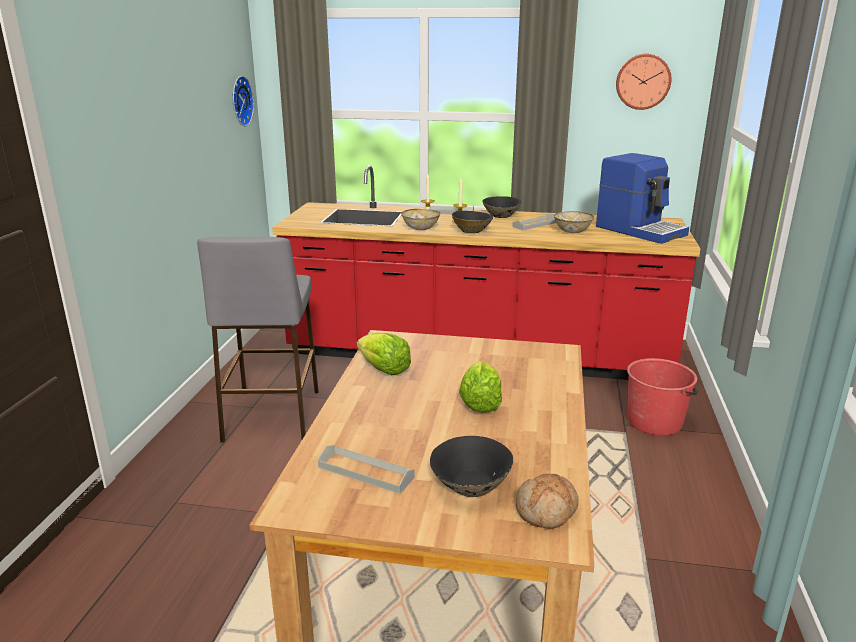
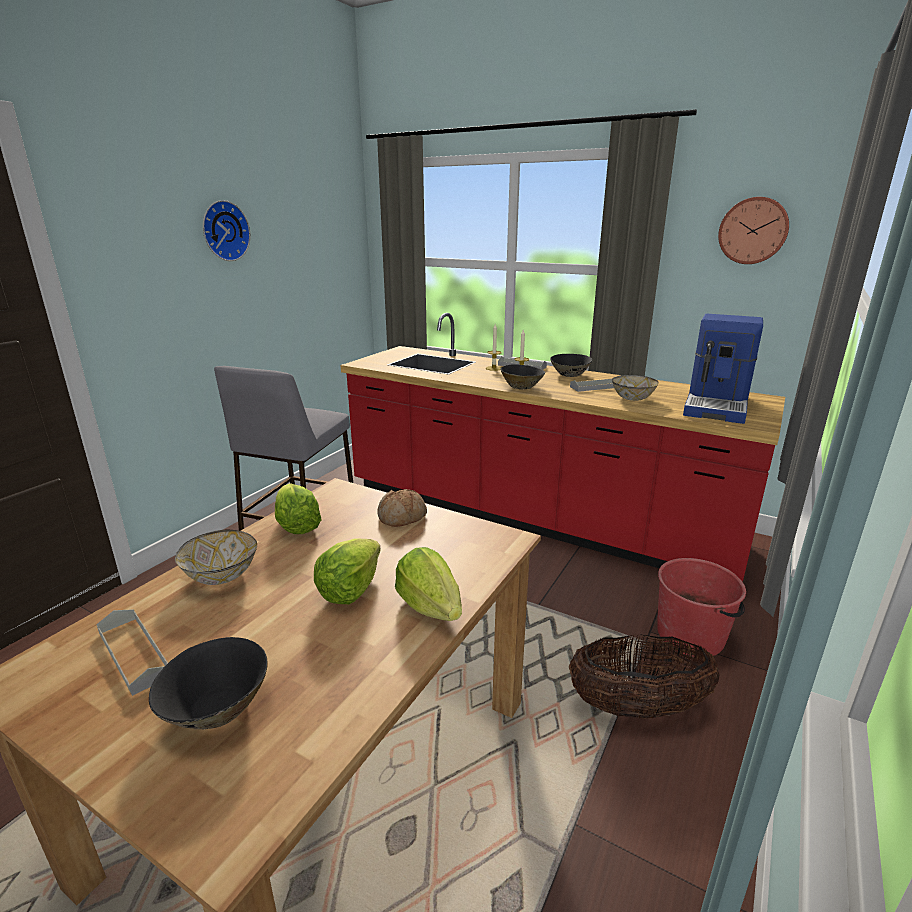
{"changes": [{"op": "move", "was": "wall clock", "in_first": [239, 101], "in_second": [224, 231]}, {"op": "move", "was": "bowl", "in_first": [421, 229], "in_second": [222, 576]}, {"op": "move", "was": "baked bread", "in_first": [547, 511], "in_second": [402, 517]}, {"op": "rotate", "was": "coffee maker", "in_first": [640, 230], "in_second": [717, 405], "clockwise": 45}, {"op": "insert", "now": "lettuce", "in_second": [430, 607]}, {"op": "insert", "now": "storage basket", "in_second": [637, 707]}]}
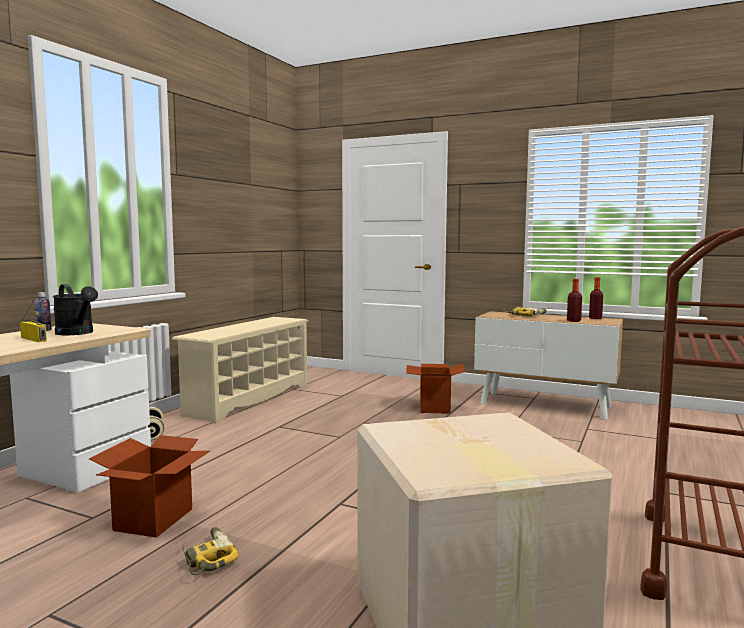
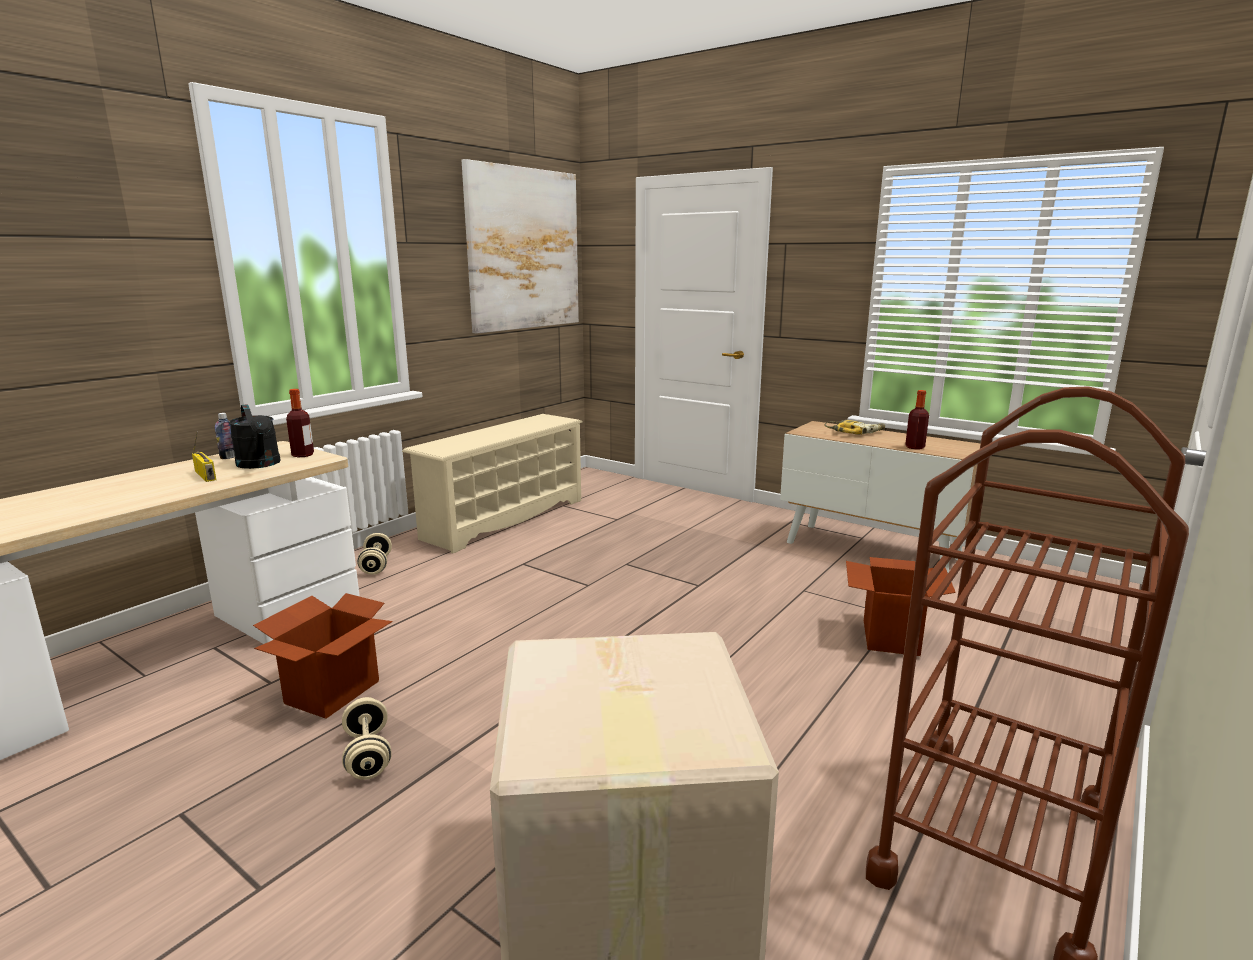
{"changes": [{"op": "replace", "was": "electric drill", "now": "dumbbell (beige-coloured)", "in_first": [207, 558], "in_second": [368, 755]}, {"op": "move", "was": "packing box", "in_first": [434, 407], "in_second": [890, 637]}, {"op": "move", "was": "drink bottle", "in_first": [595, 318], "in_second": [303, 455]}, {"op": "insert", "now": "wall art", "in_second": [524, 249]}]}
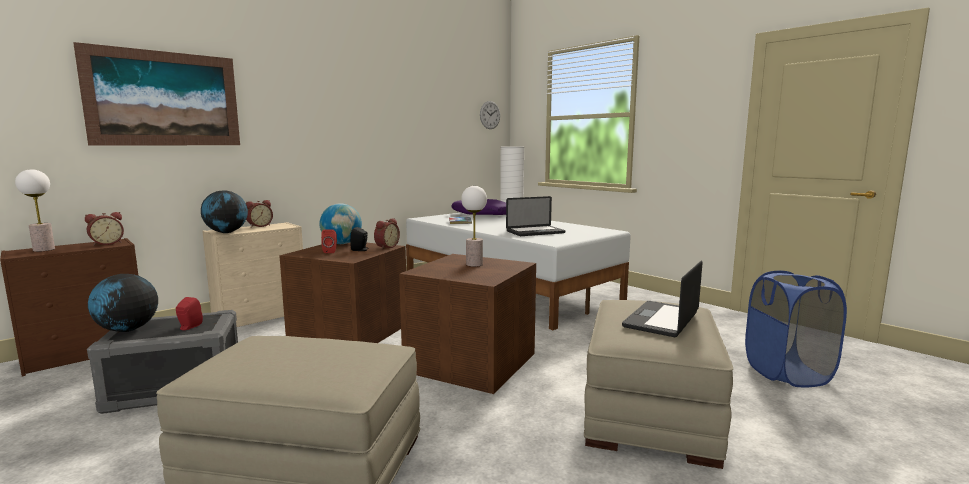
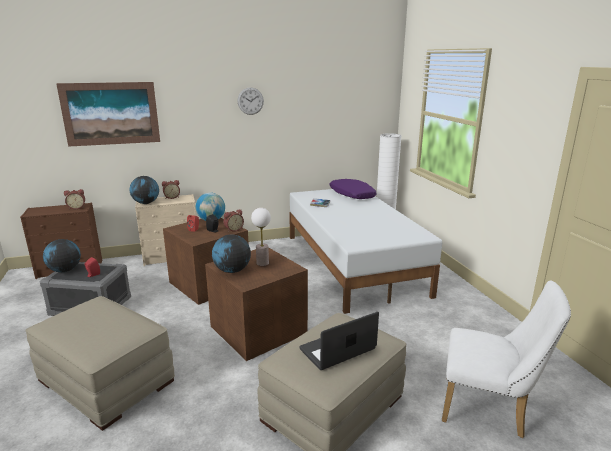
{"changes": [{"op": "delete", "was": "tabletop lamp", "in_first": [43, 249]}, {"op": "move", "was": "wall clock", "in_first": [490, 115], "in_second": [250, 101]}, {"op": "delete", "was": "portable computer", "in_first": [535, 232]}, {"op": "replace", "was": "laundry basket (blue-coloured)", "now": "chair (whitish)", "in_first": [787, 373], "in_second": [489, 409]}, {"op": "insert", "now": "globe", "in_second": [232, 271]}]}
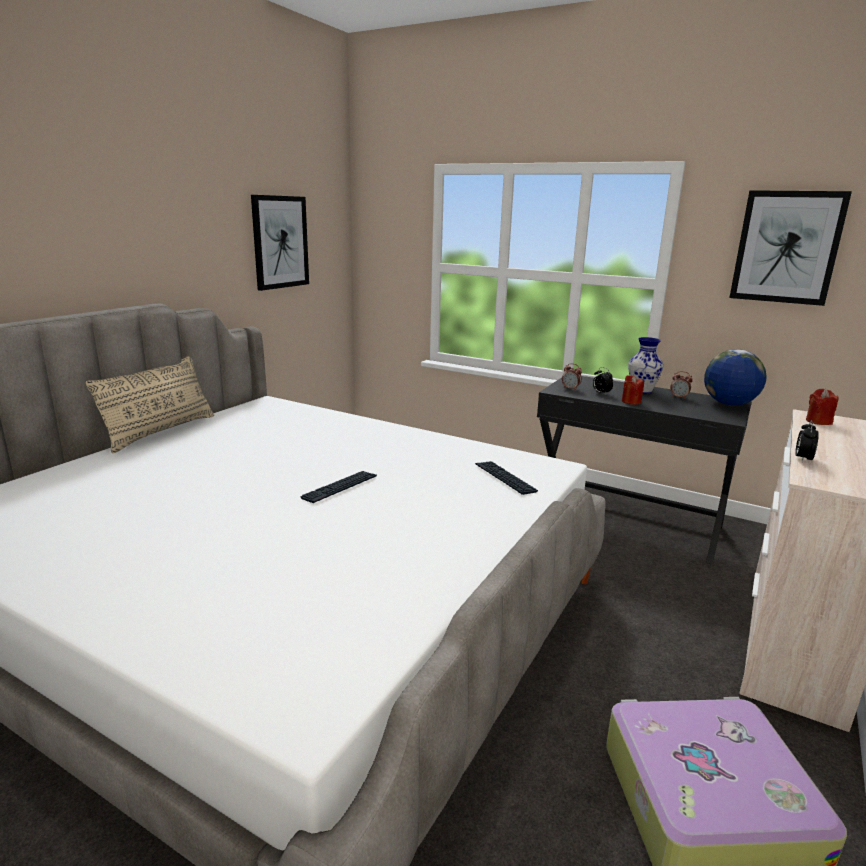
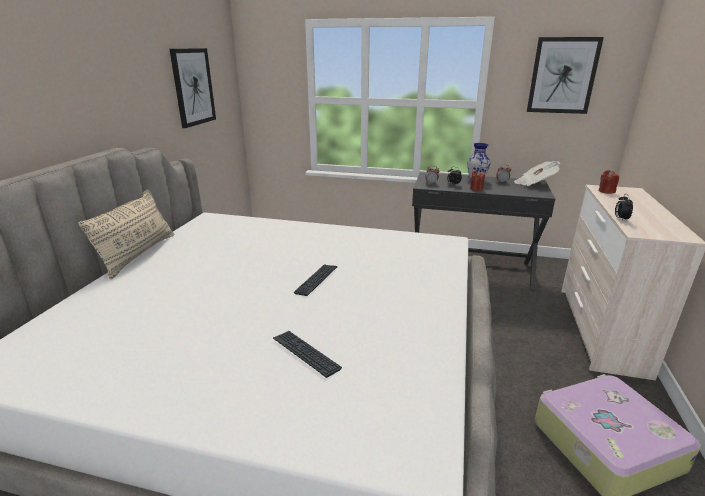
{"changes": [{"op": "move", "was": "keyboard", "in_first": [505, 478], "in_second": [306, 354]}, {"op": "replace", "was": "globe", "now": "printed paper", "in_first": [729, 404], "in_second": [534, 183]}]}
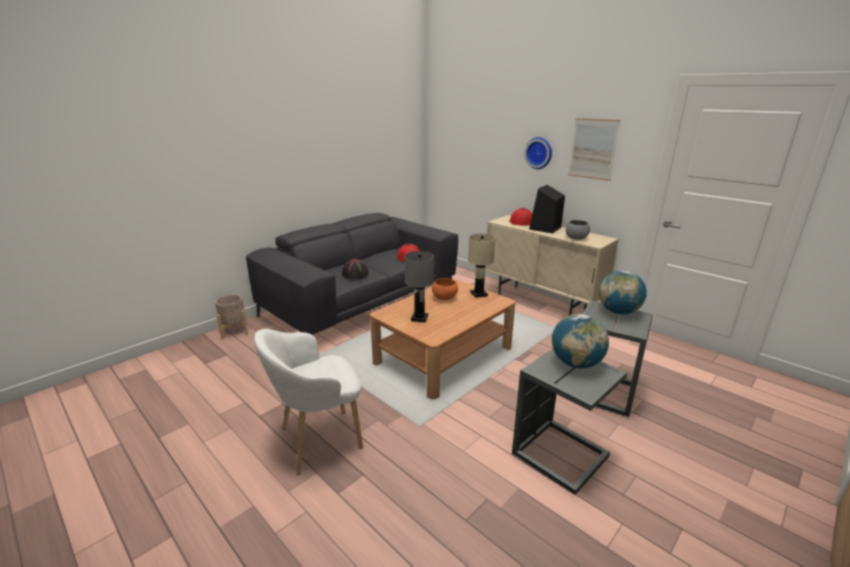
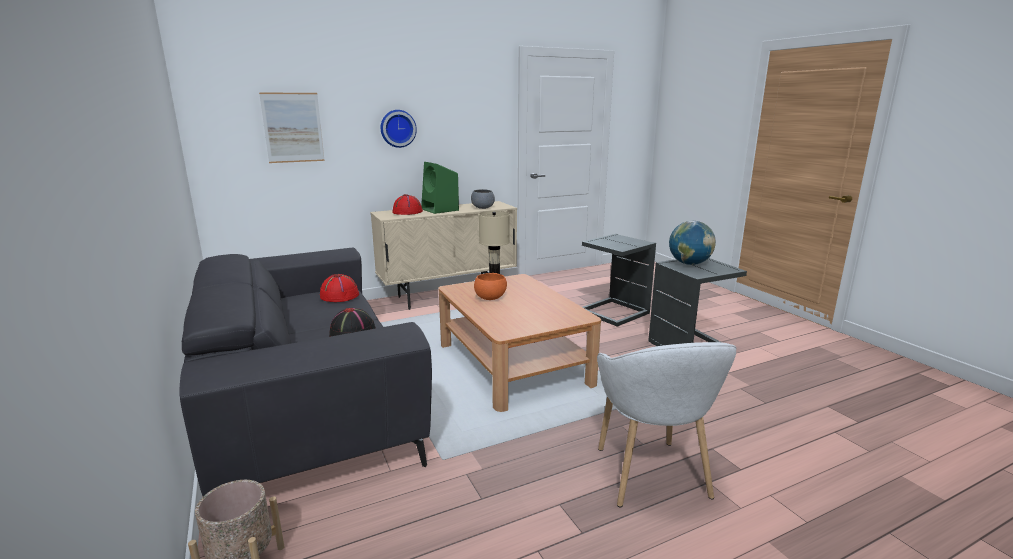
{"changes": [{"op": "delete", "was": "tabletop lamp (gray)", "in_first": [419, 318]}, {"op": "recolor", "was": "speaker (black)", "now": "speaker (greenish)", "in_first": [545, 228], "in_second": [440, 210]}, {"op": "move", "was": "wall art", "in_first": [593, 149], "in_second": [293, 127]}, {"op": "delete", "was": "globe", "in_first": [618, 312]}]}
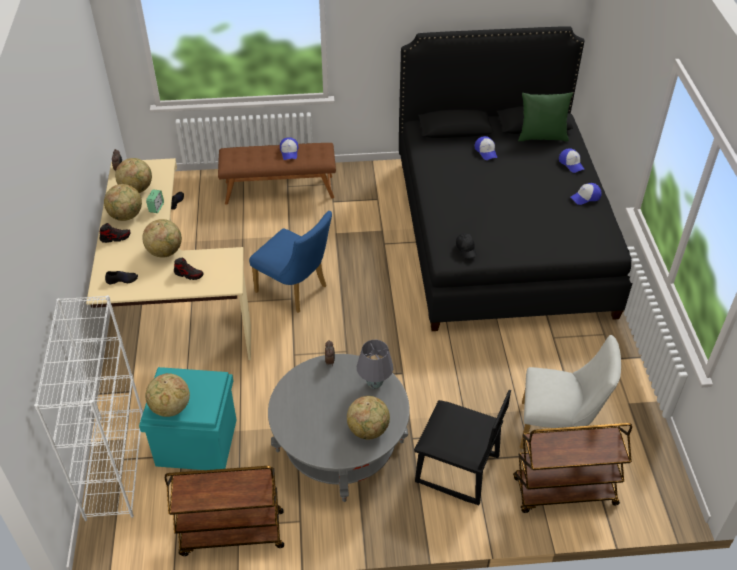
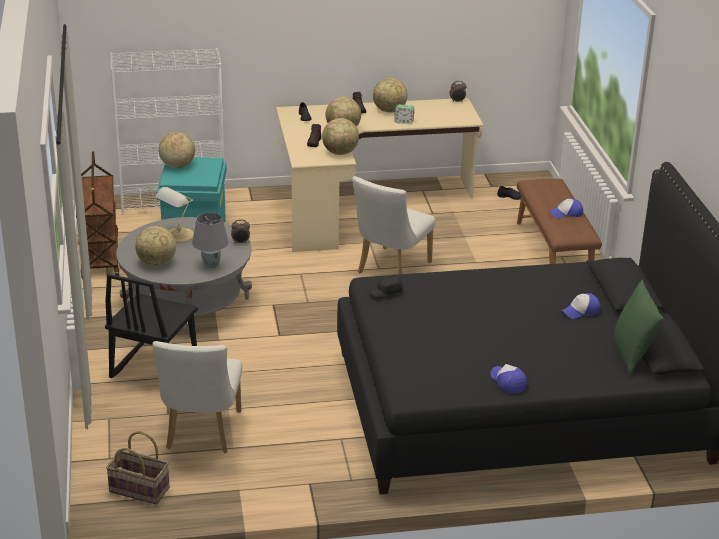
{"changes": [{"op": "move", "was": "globe", "in_first": [137, 189], "in_second": [340, 153]}, {"op": "recolor", "was": "chair (blue-coloured)", "now": "chair (whitish)", "in_first": [295, 291], "in_second": [390, 270]}, {"op": "delete", "was": "trolley (brown)", "in_first": [564, 492]}, {"op": "delete", "was": "cap", "in_first": [571, 163]}, {"op": "insert", "now": "storage basket", "in_second": [140, 489]}, {"op": "insert", "now": "tabletop lamp", "in_second": [178, 235]}]}
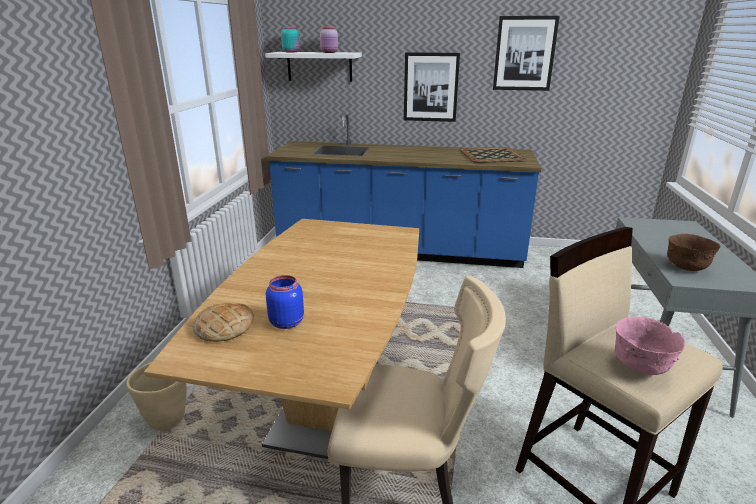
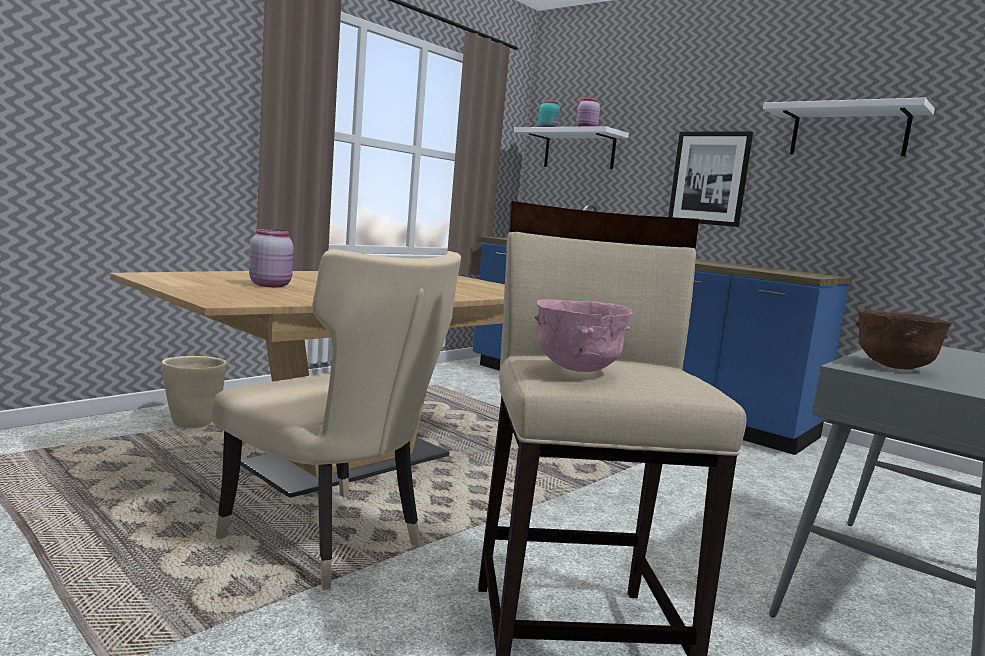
{"changes": [{"op": "delete", "was": "baked bread", "in_first": [224, 327]}, {"op": "recolor", "was": "storage jar (blue-coloured)", "now": "storage jar (pink)", "in_first": [286, 322], "in_second": [271, 285]}, {"op": "delete", "was": "carrying tray", "in_first": [491, 155]}, {"op": "replace", "was": "wall art", "now": "bracket shelf (whitish)", "in_first": [524, 53], "in_second": [848, 132]}]}
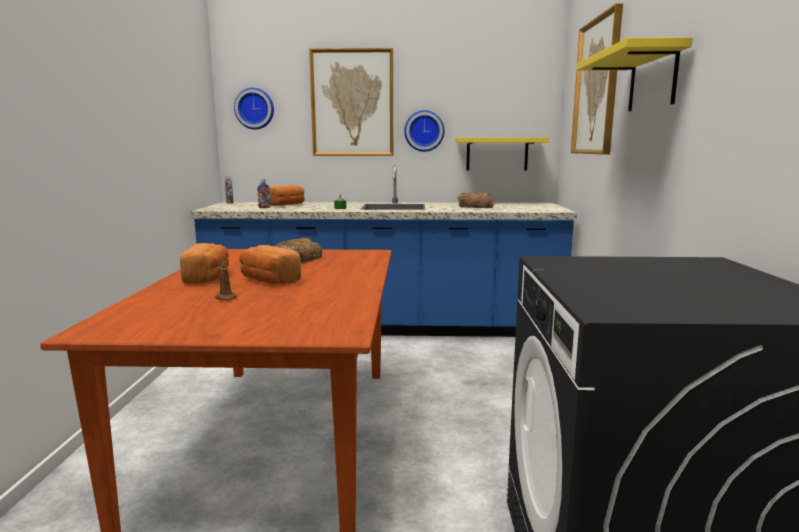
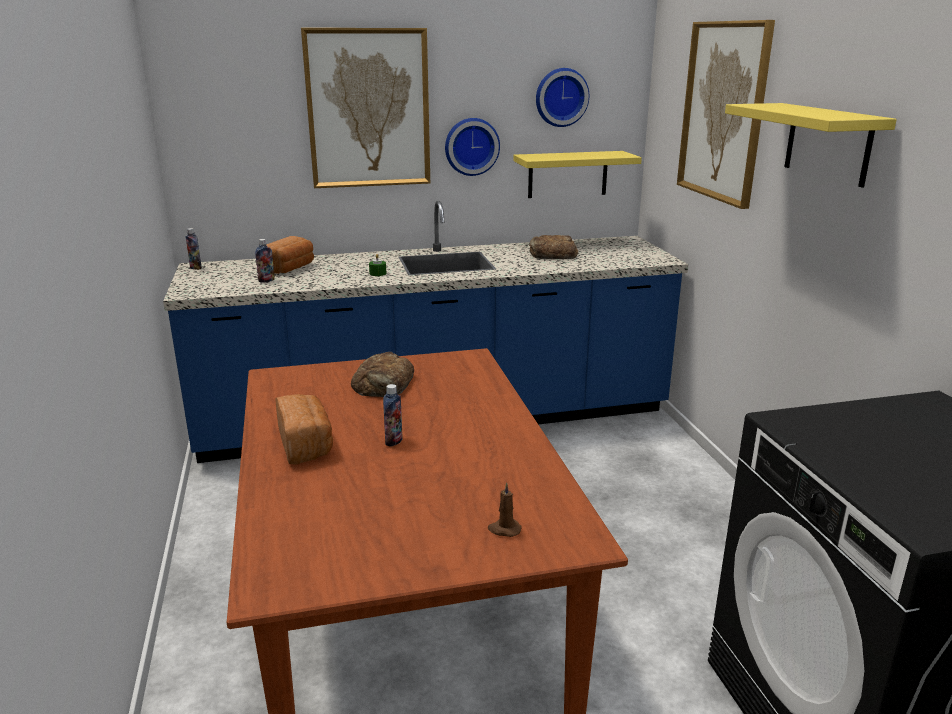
{"changes": [{"op": "move", "was": "wax candle (brown)", "in_first": [225, 298], "in_second": [504, 529]}, {"op": "move", "was": "wall clock", "in_first": [255, 109], "in_second": [560, 97]}, {"op": "replace", "was": "baked bread", "now": "drink bottle", "in_first": [268, 280], "in_second": [394, 441]}]}
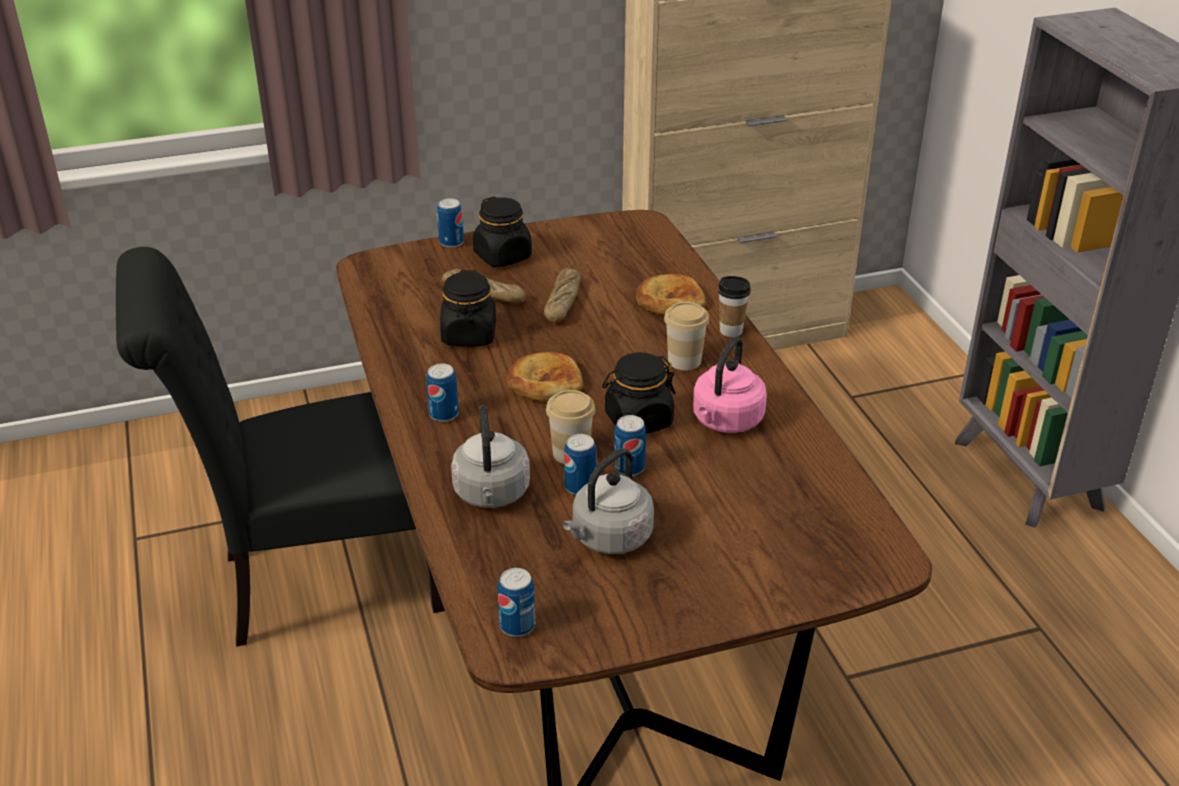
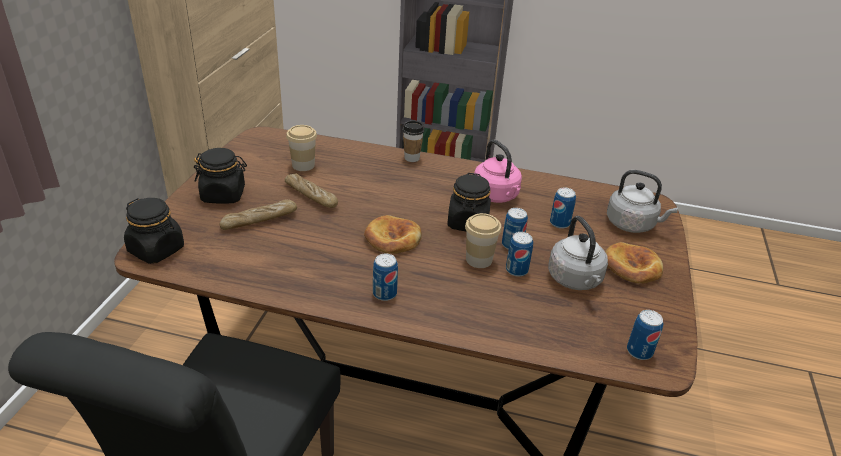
{"changes": [{"op": "move", "was": "can", "in_first": [451, 242], "in_second": [559, 223]}, {"op": "move", "was": "storage jar (black)", "in_first": [469, 335], "in_second": [157, 250]}, {"op": "move", "was": "kettle (gray)", "in_first": [491, 495], "in_second": [632, 224]}, {"op": "move", "was": "baked bread", "in_first": [669, 300], "in_second": [632, 267]}, {"op": "move", "was": "small cup", "in_first": [684, 361], "in_second": [303, 165]}]}
